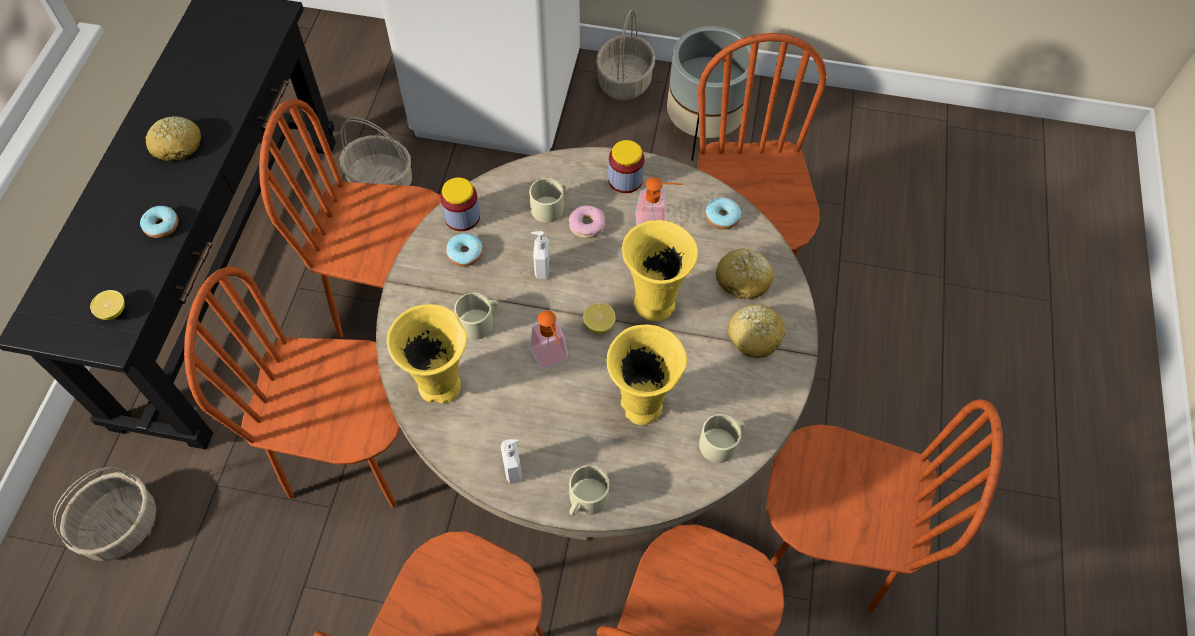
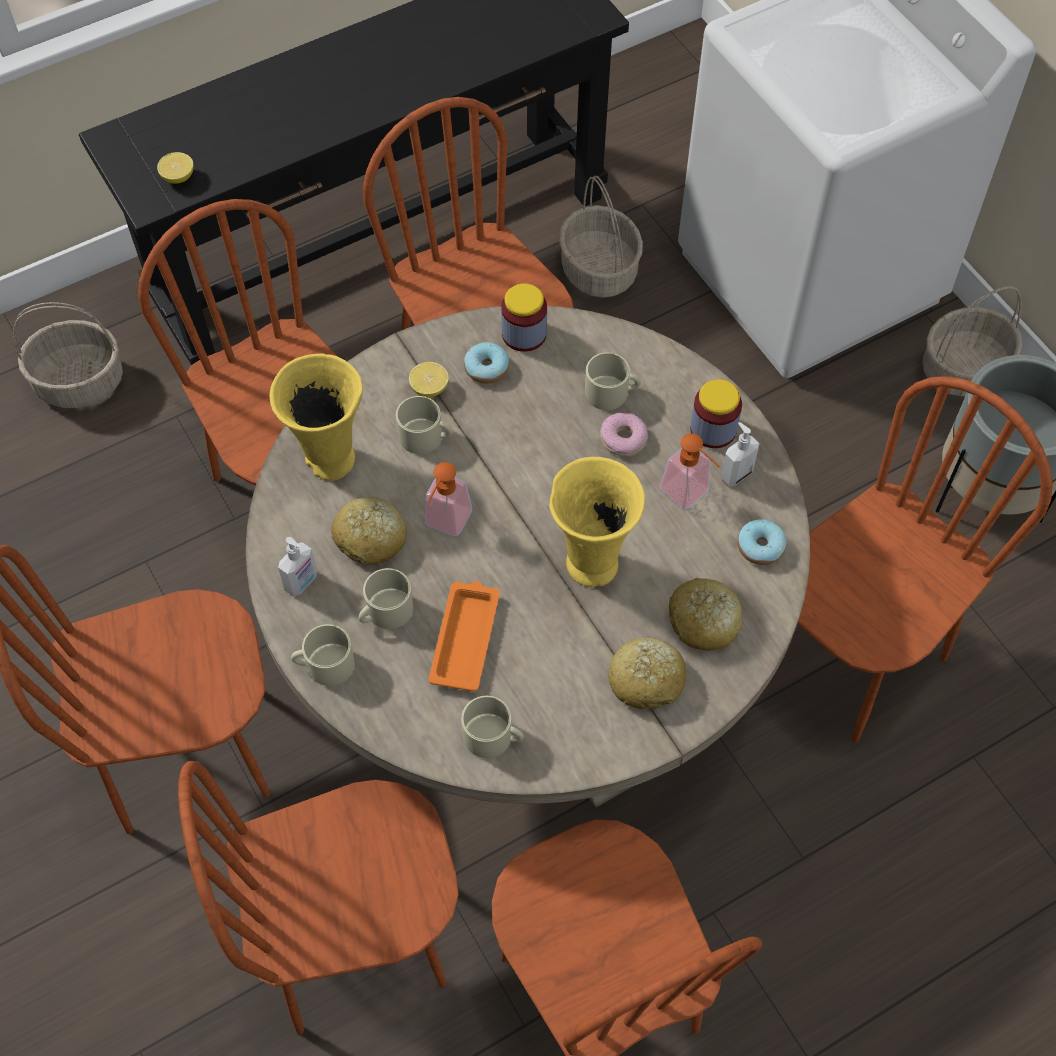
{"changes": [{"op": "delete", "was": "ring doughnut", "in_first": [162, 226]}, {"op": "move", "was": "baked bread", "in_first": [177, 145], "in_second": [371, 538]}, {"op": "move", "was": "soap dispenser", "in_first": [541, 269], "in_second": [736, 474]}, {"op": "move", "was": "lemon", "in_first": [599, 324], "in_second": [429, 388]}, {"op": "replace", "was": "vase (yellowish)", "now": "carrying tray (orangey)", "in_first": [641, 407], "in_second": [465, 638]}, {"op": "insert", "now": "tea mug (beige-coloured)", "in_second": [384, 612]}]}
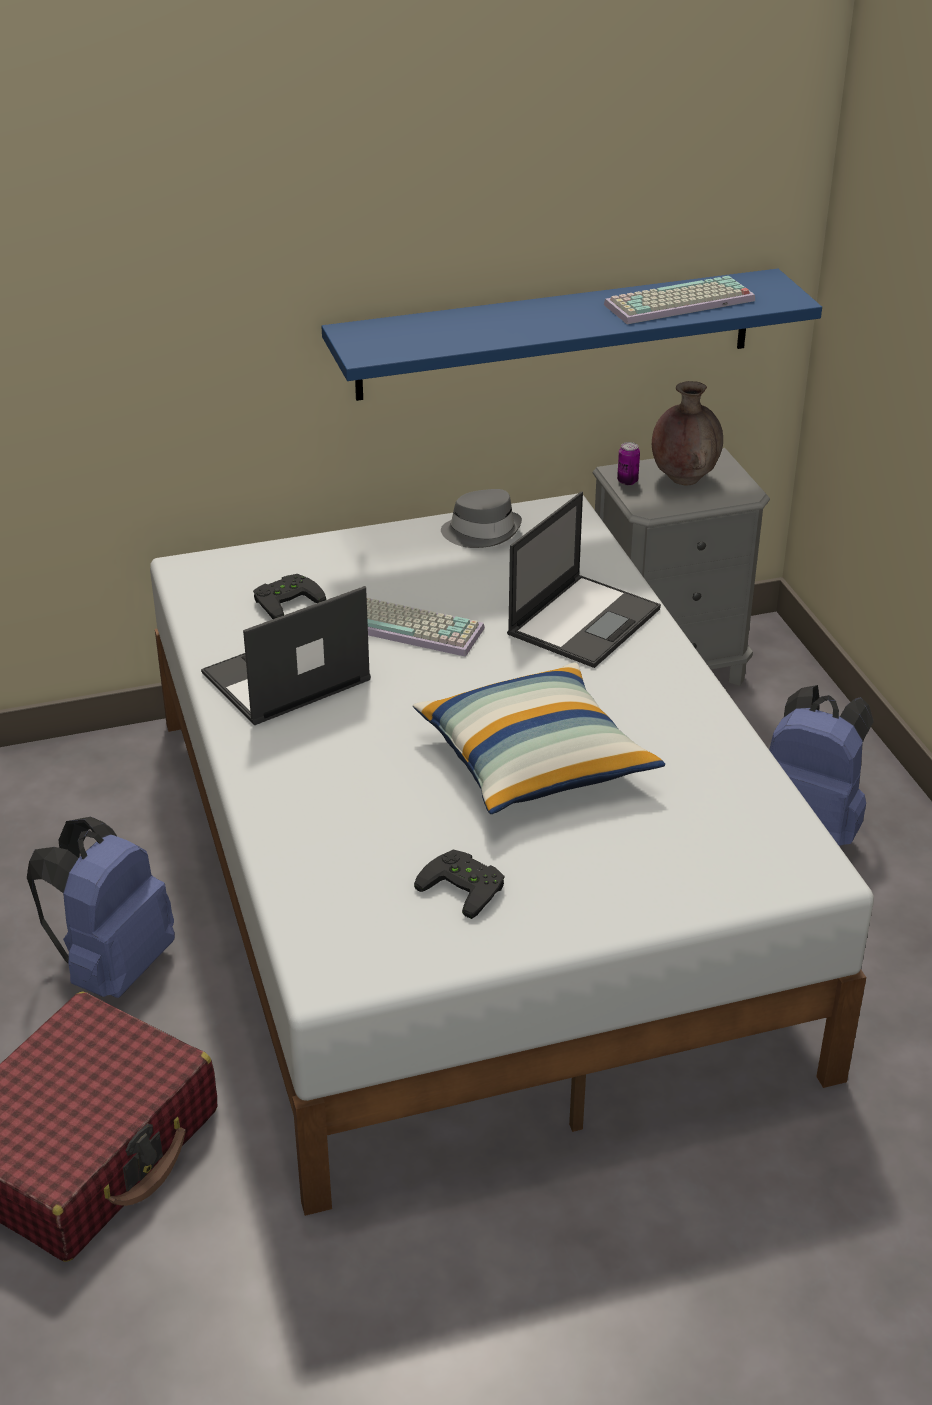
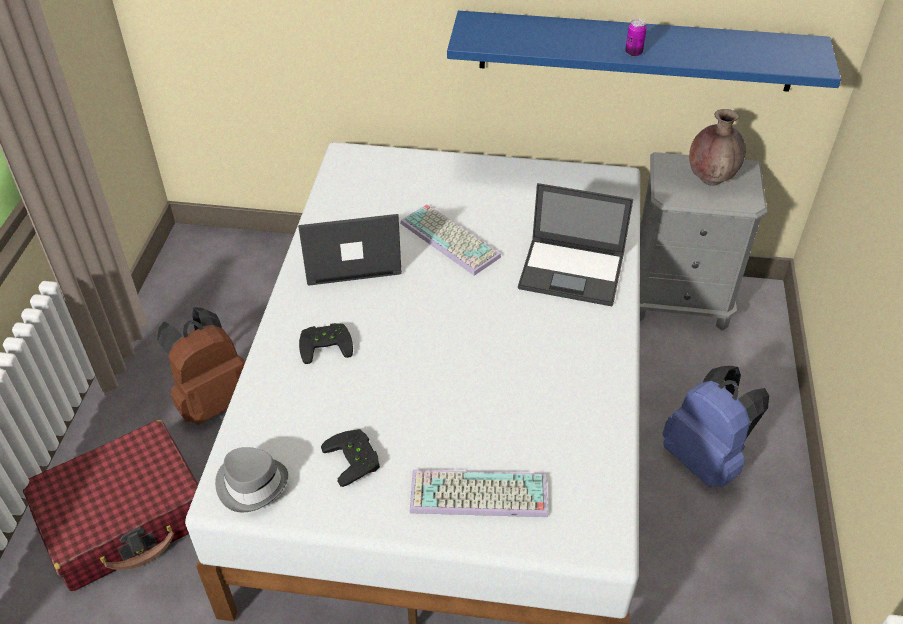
{"changes": [{"op": "recolor", "was": "knapsack (blue-coloured)", "now": "knapsack (brown)", "in_first": [112, 966], "in_second": [213, 399]}, {"op": "move", "was": "game controller (black)", "in_first": [286, 599], "in_second": [326, 343]}, {"op": "delete", "was": "throw pillow", "in_first": [535, 762]}, {"op": "move", "was": "wearable hat (gray)", "in_first": [482, 531], "in_second": [252, 483]}, {"op": "rotate", "was": "portable computer", "in_first": [584, 620], "in_second": [573, 272], "clockwise": 45}, {"op": "move", "was": "keyboard", "in_first": [679, 304], "in_second": [477, 496]}, {"op": "move", "was": "can", "in_first": [627, 481], "in_second": [633, 53]}]}
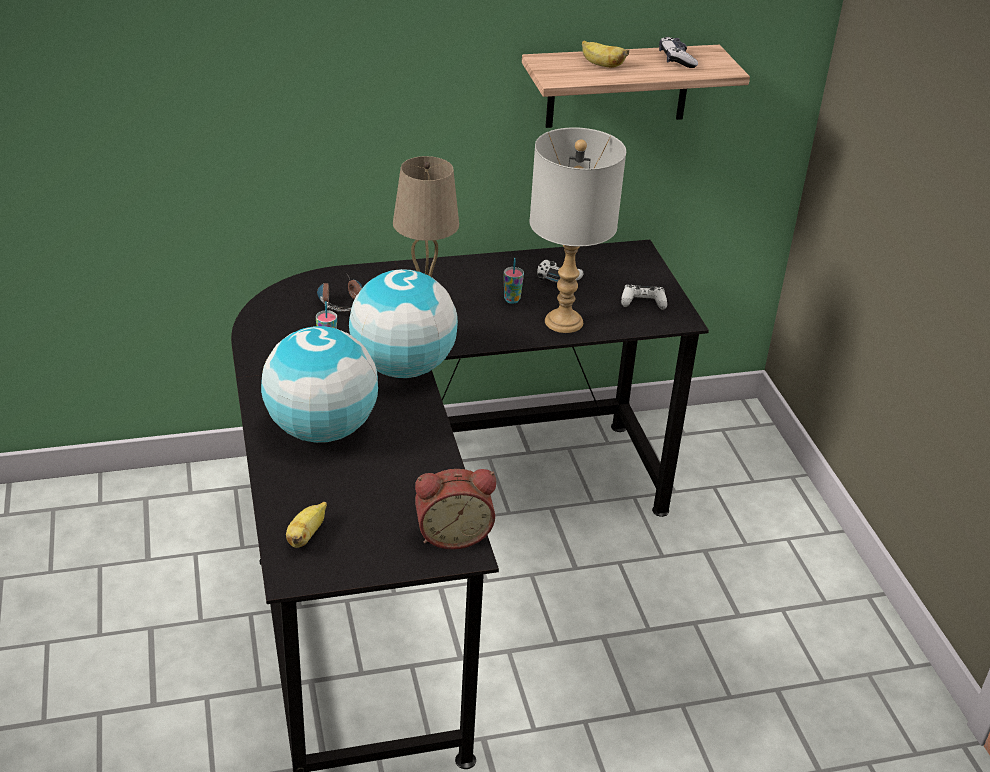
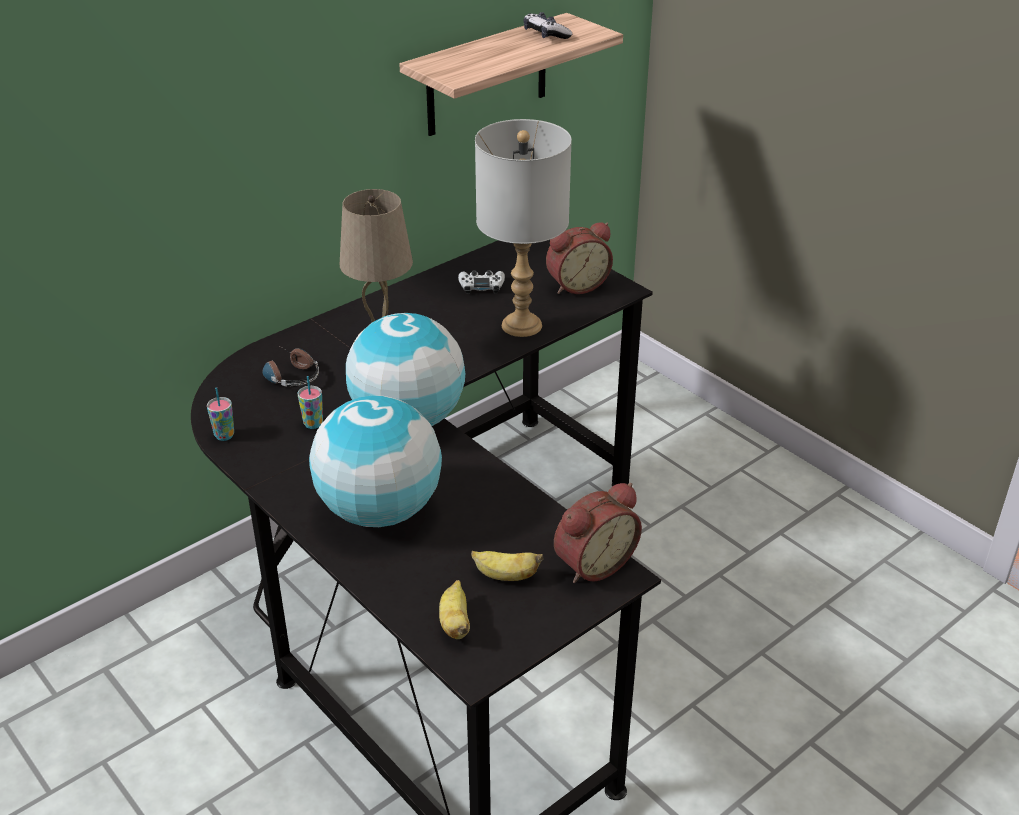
{"changes": [{"op": "move", "was": "small cup", "in_first": [512, 300], "in_second": [224, 436]}, {"op": "move", "was": "banana fruit", "in_first": [601, 65], "in_second": [505, 576]}, {"op": "replace", "was": "game controller (whitish)", "now": "alarm clock", "in_first": [643, 302], "in_second": [576, 285]}]}
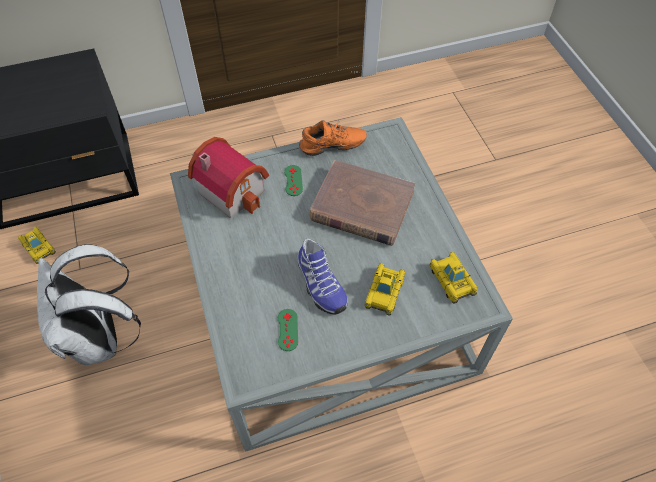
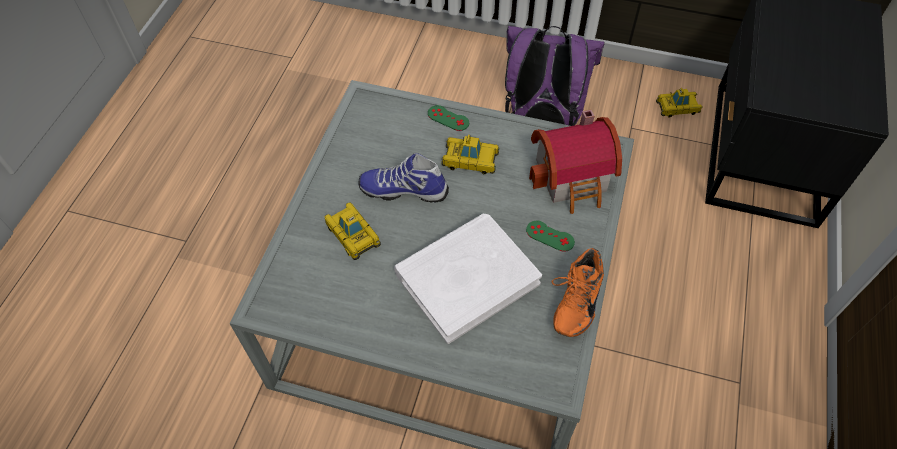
{"changes": [{"op": "recolor", "was": "knapsack (whitish)", "now": "knapsack (purplish)", "in_first": [101, 338], "in_second": [541, 118]}, {"op": "move", "was": "game controller (greenish)", "in_first": [287, 330], "in_second": [448, 118]}, {"op": "recolor", "was": "volume (brown)", "now": "volume (whitish)", "in_first": [361, 206], "in_second": [466, 278]}, {"op": "move", "was": "model car", "in_first": [452, 280], "in_second": [470, 160]}]}
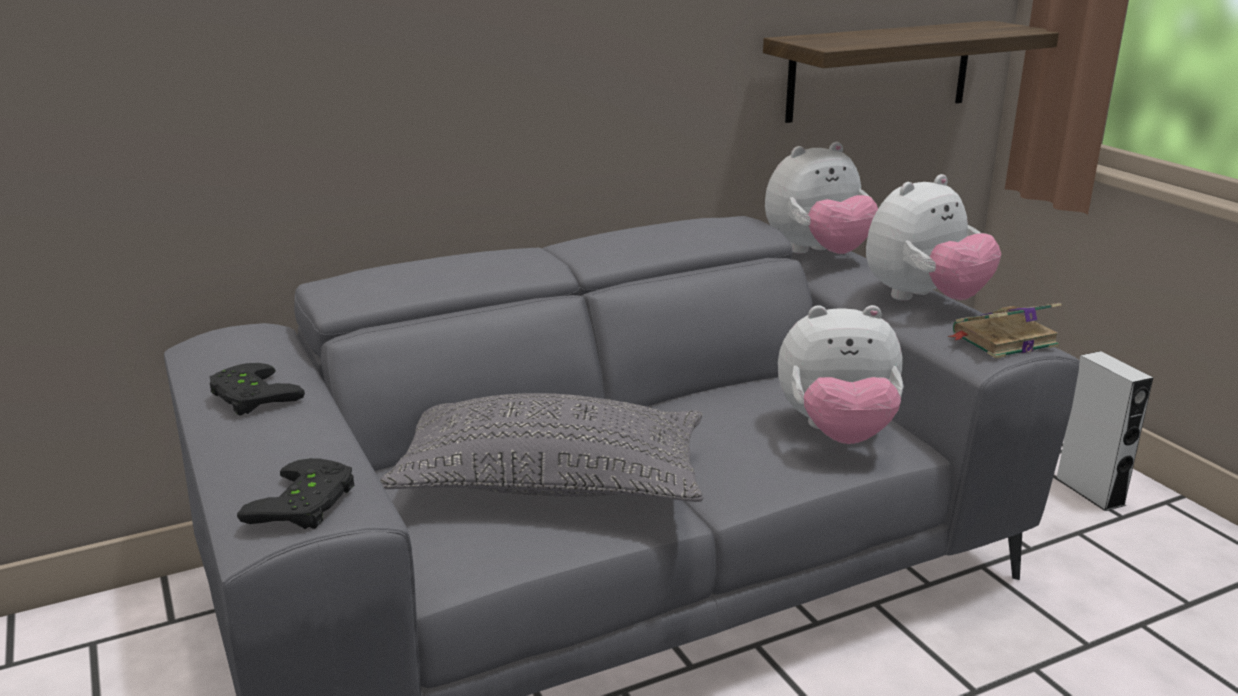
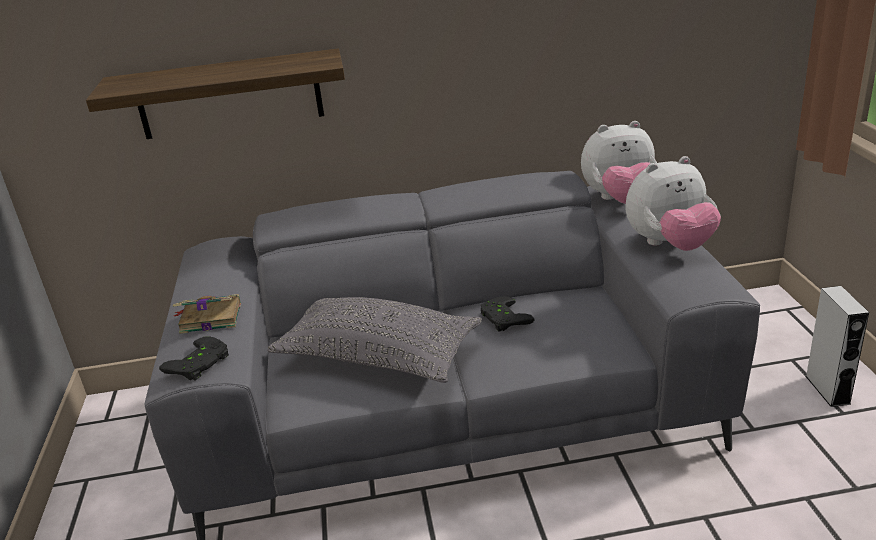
{"changes": [{"op": "move", "was": "game controller (black)", "in_first": [249, 396], "in_second": [502, 318]}, {"op": "move", "was": "bracket shelf", "in_first": [880, 70], "in_second": [229, 95]}, {"op": "delete", "was": "soft toy", "in_first": [837, 433]}, {"op": "move", "was": "volume", "in_first": [1002, 340], "in_second": [209, 318]}]}
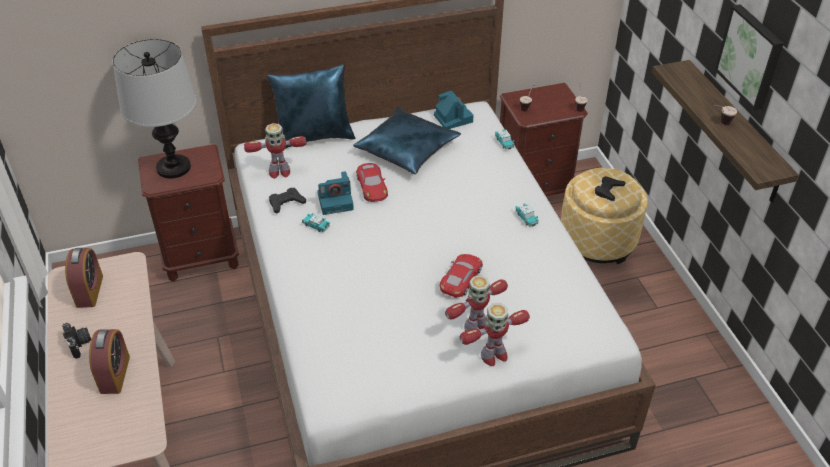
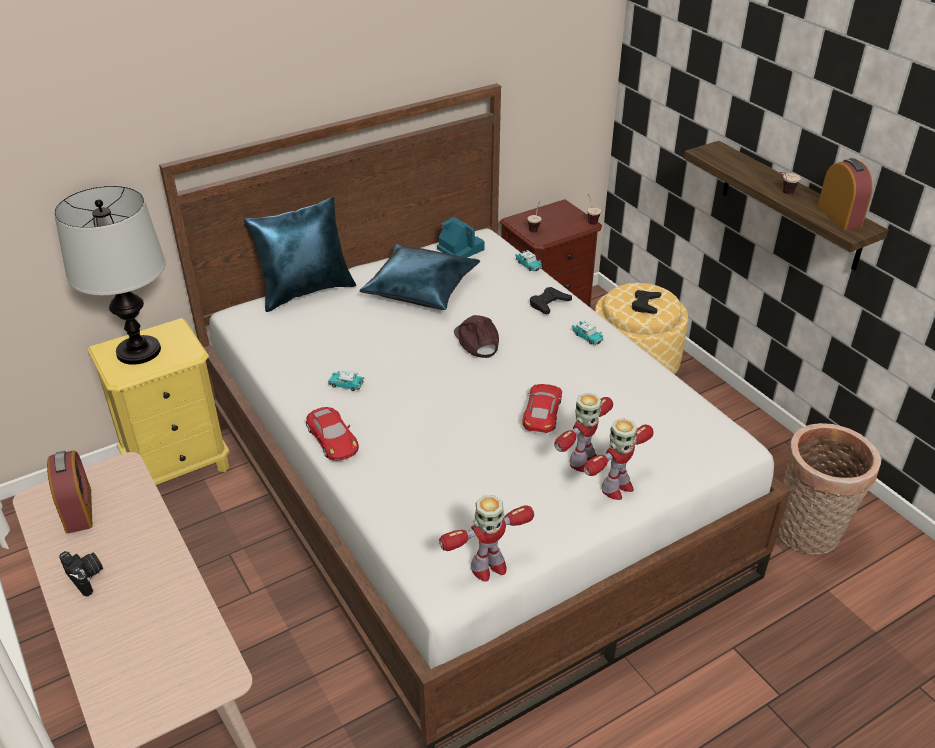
{"changes": [{"op": "move", "was": "alarm clock", "in_first": [115, 374], "in_second": [839, 217]}, {"op": "recolor", "was": "night table (brown)", "now": "night table (yellowish)", "in_first": [201, 257], "in_second": [178, 466]}, {"op": "move", "was": "model robot", "in_first": [279, 172], "in_second": [488, 567]}, {"op": "move", "was": "game controller (black)", "in_first": [286, 203], "in_second": [549, 304]}, {"op": "delete", "was": "still camera", "in_first": [336, 201]}, {"op": "move", "was": "model car (red)", "in_first": [372, 186], "in_second": [332, 438]}, {"op": "delete", "was": "wall art", "in_first": [751, 56]}, {"op": "insert", "now": "cap (brown)", "in_second": [476, 341]}, {"op": "insert", "now": "storage basket", "in_second": [808, 534]}]}
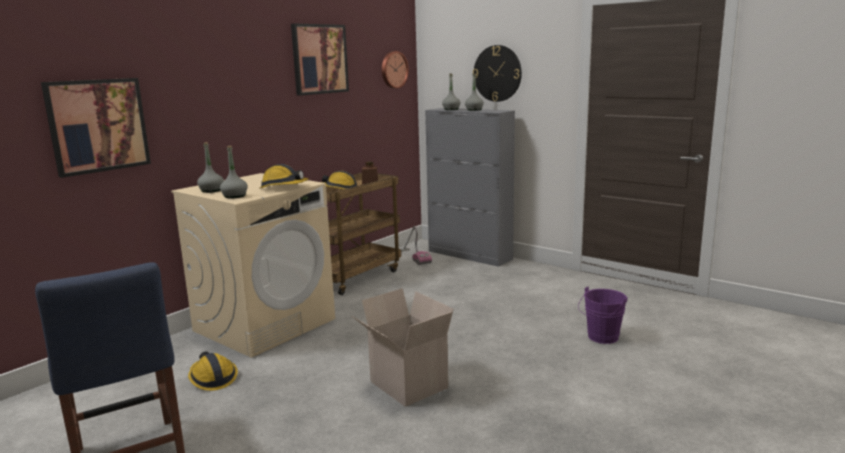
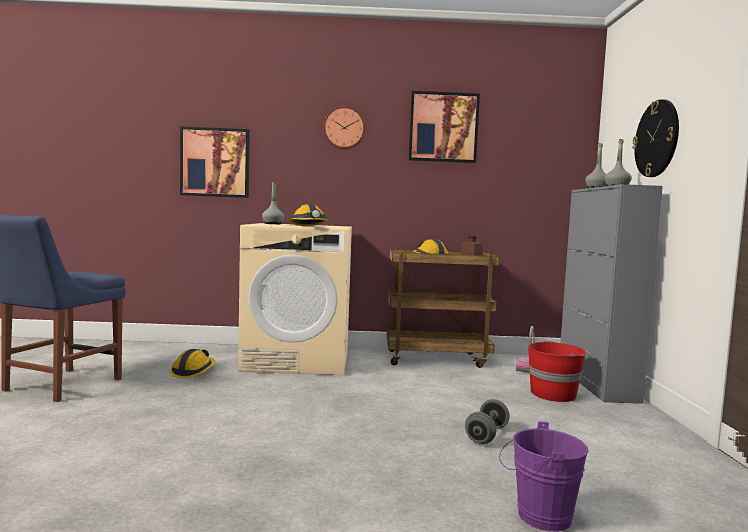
{"changes": [{"op": "delete", "was": "drink bottle (gray)", "in_first": [234, 196]}, {"op": "delete", "was": "packing box", "in_first": [406, 385]}, {"op": "move", "was": "wall clock", "in_first": [393, 69], "in_second": [344, 128]}, {"op": "insert", "now": "dumbbell (gray)", "in_second": [486, 435]}, {"op": "insert", "now": "bucket (red)", "in_second": [554, 394]}]}
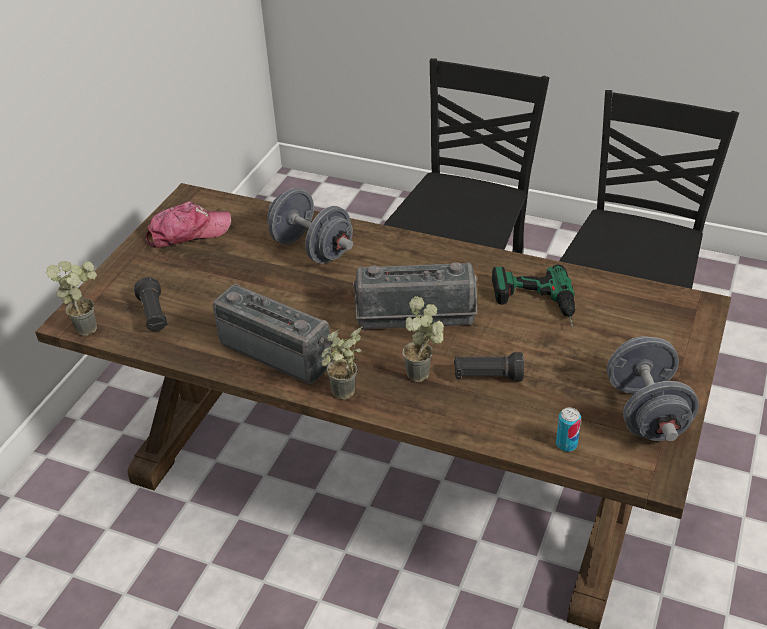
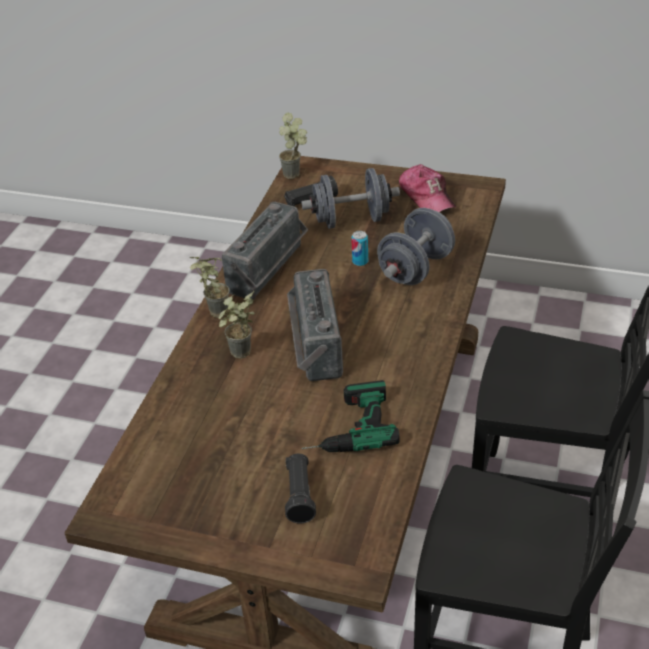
{"changes": [{"op": "move", "was": "flashlight (black)", "in_first": [487, 376], "in_second": [300, 495]}, {"op": "move", "was": "can", "in_first": [566, 444], "in_second": [360, 261]}, {"op": "move", "was": "dumbbell (gray)", "in_first": [646, 412], "in_second": [351, 220]}]}
